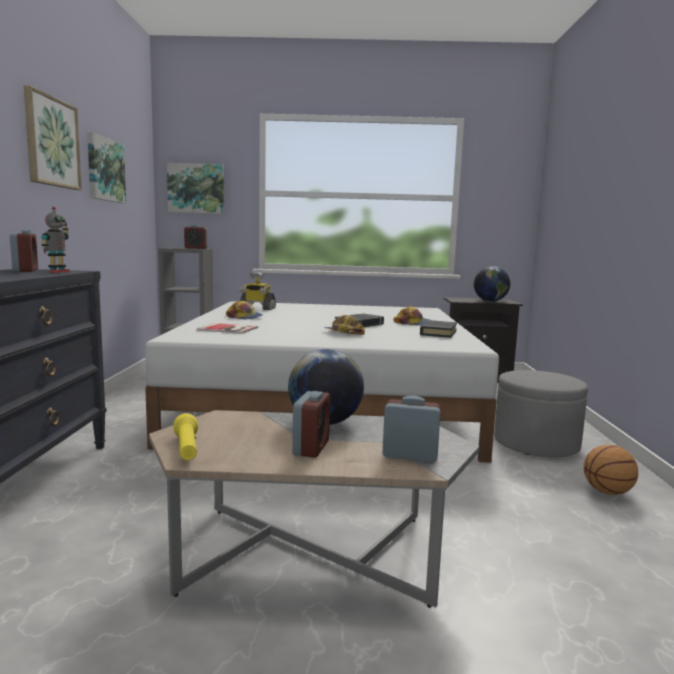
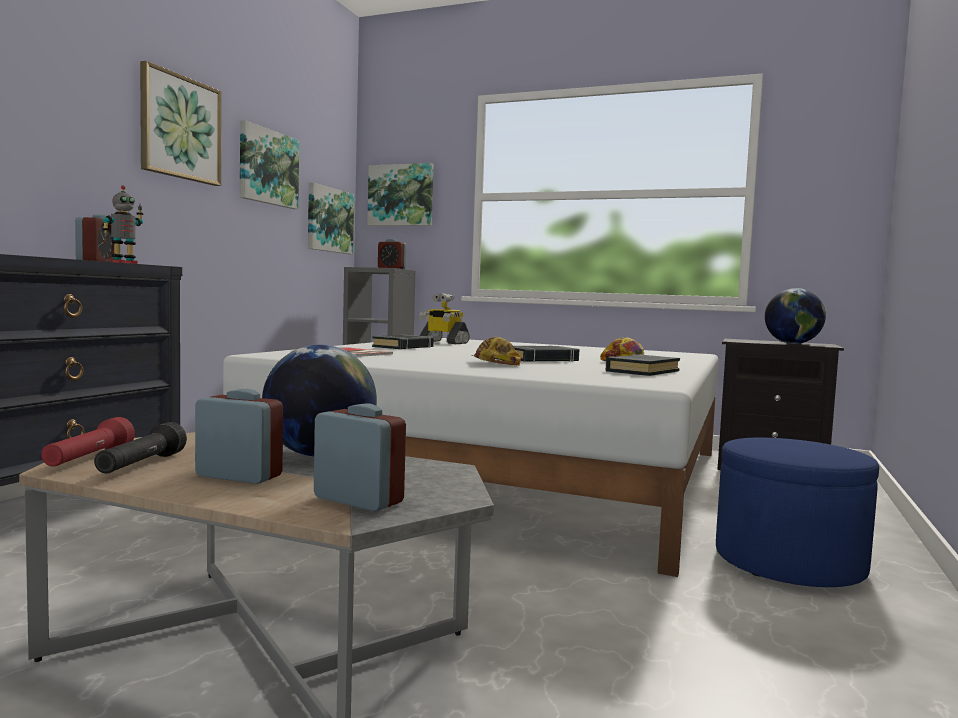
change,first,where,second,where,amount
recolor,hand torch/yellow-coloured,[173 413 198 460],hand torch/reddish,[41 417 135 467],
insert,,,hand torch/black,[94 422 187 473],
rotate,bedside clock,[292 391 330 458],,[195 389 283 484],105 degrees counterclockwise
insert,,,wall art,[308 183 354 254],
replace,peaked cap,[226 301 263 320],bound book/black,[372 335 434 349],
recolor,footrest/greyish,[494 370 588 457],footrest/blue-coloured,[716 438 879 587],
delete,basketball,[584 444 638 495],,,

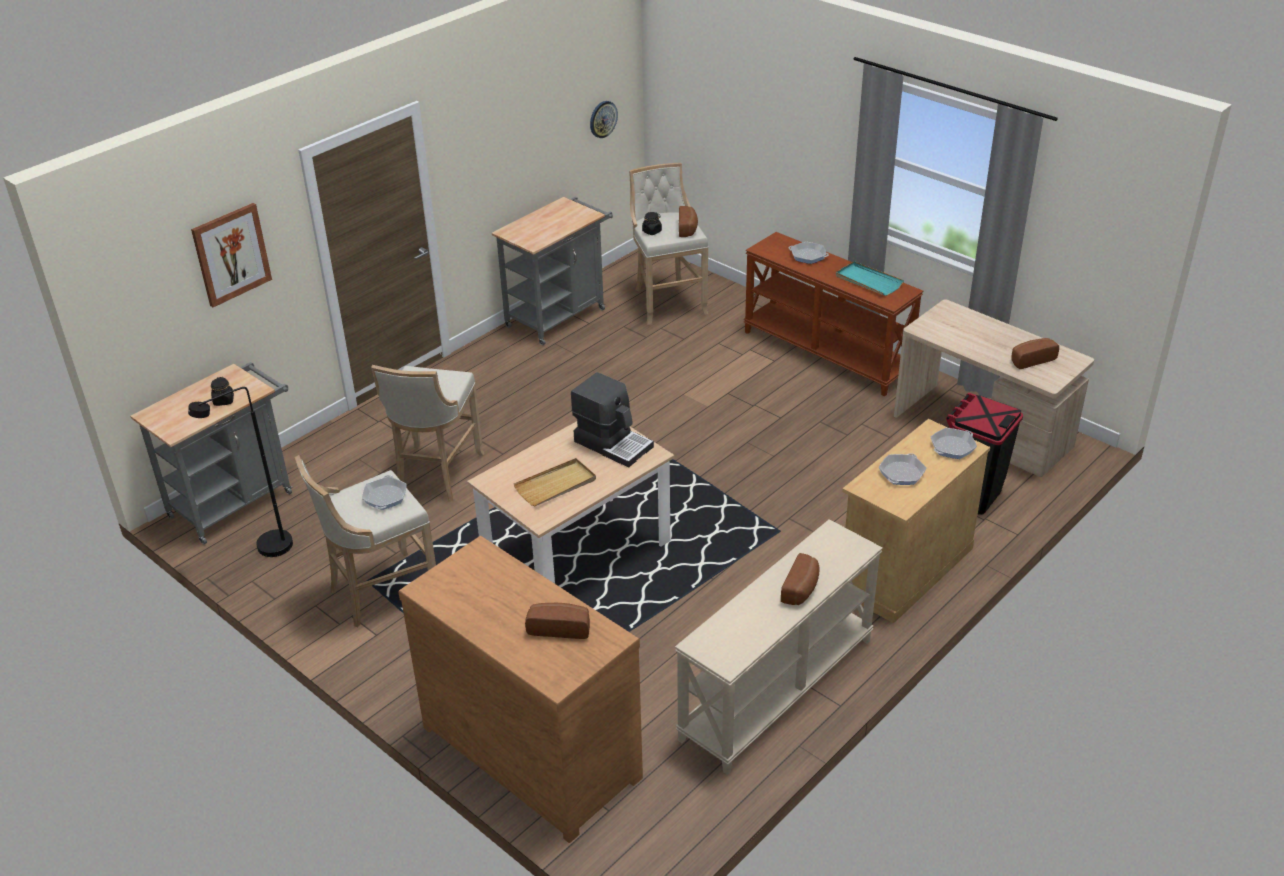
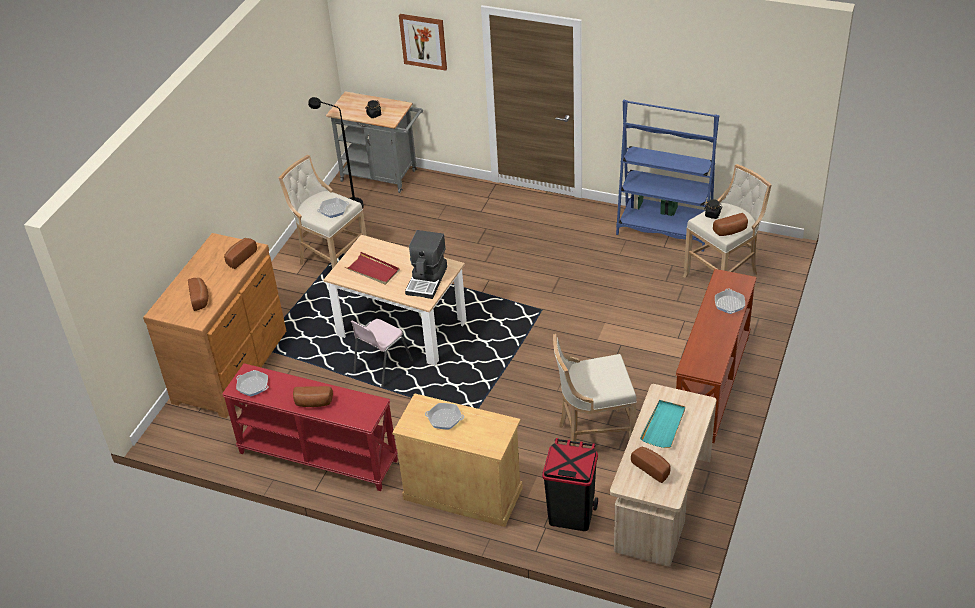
change,first,where,second,where,amount
recolor,console table/beige-coloured,[675 519 883 775],console table/reddish,[222 363 398 491],
insert,,,bakery bread,[224 238 257 269],
move,frying pan,[931 428 977 459],,[236 370 269 396],
recolor,carrying tray/beige-coloured,[514 458 596 507],carrying tray/reddish,[345 252 400 285],
insert,,,chair/pink,[351 319 413 388],
move,stool/beige-coloured,[371 365 484 502],,[553 334 637 446],
replace,trolley/greyish,[492 197 613 345],bookcase/blue-coloured,[616 99 719 252],
move,carrying tray/blue-green,[836 261 904 295],,[640 400 685 448],
delete,hanging clock,[590 101 618 138],,,

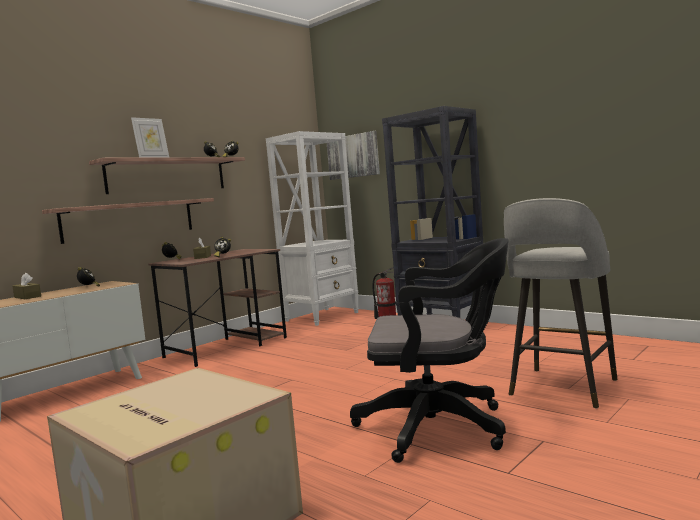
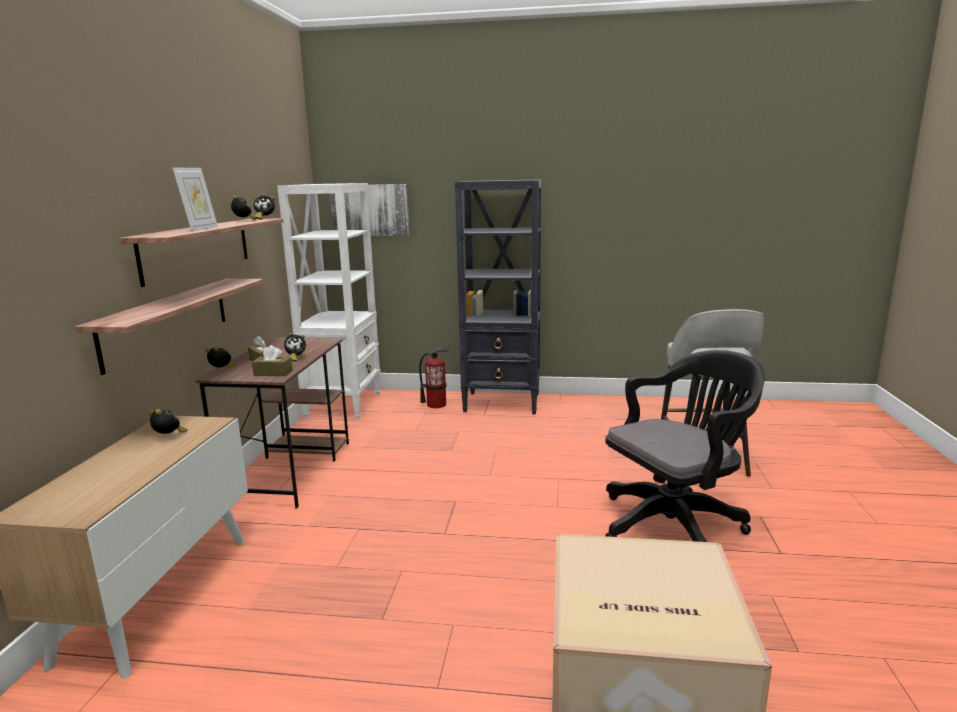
change,first,where,second,where,amount
move,box of tissues/brownish,[12 273 41 299],,[252 345 293 376],

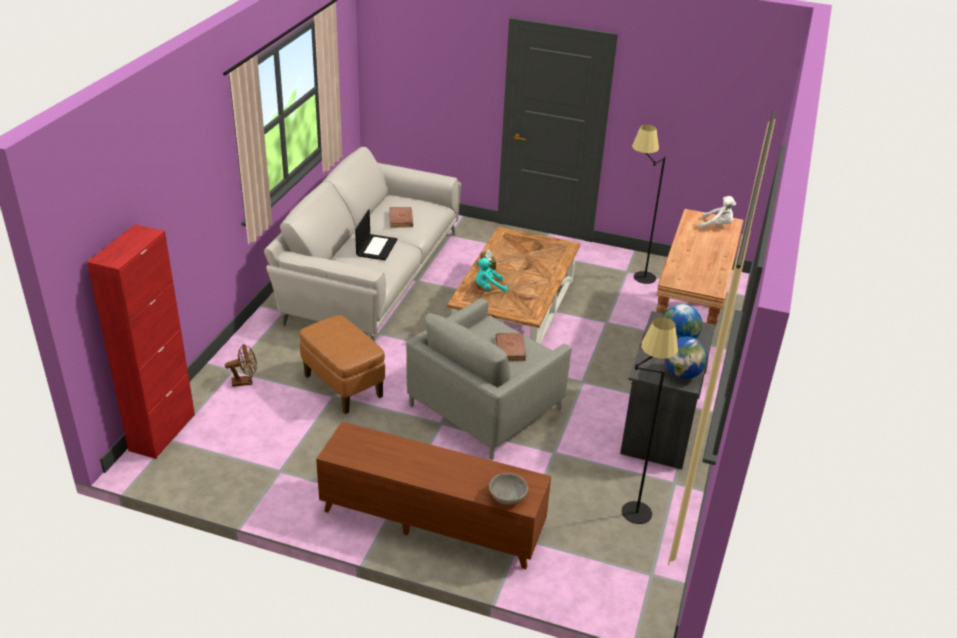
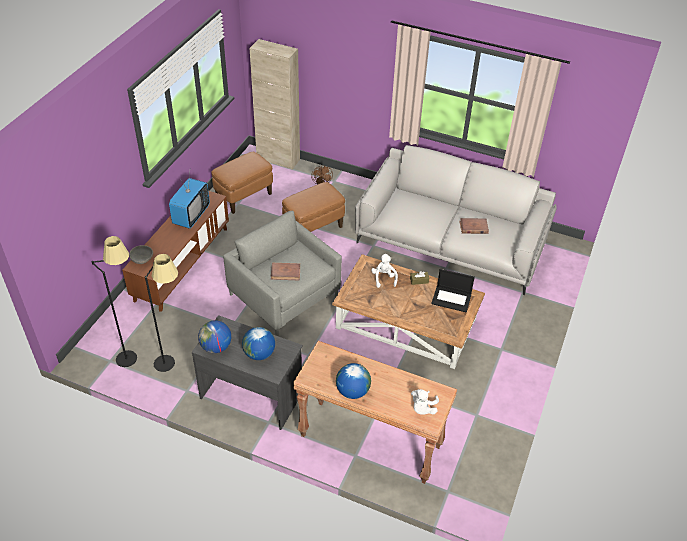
change,first,where,second,where,amount
move,floor lamp/black,[632 124 666 284],,[92 236 137 367],
insert,,,TV set,[169 173 210 229],
insert,,,footrest/brownish,[212 152 273 214],
recolor,storage cabinet/reddish,[87 224 195 459],storage cabinet/beige-coloured,[249 39 300 170],
insert,,,desk globe,[336 363 371 399],
recolor,plush toy/blue-green,[476 258 508 292],plush toy/white-coloured,[371 254 398 288],
move,laptop,[355 209 398 260],,[431 269 475 312],

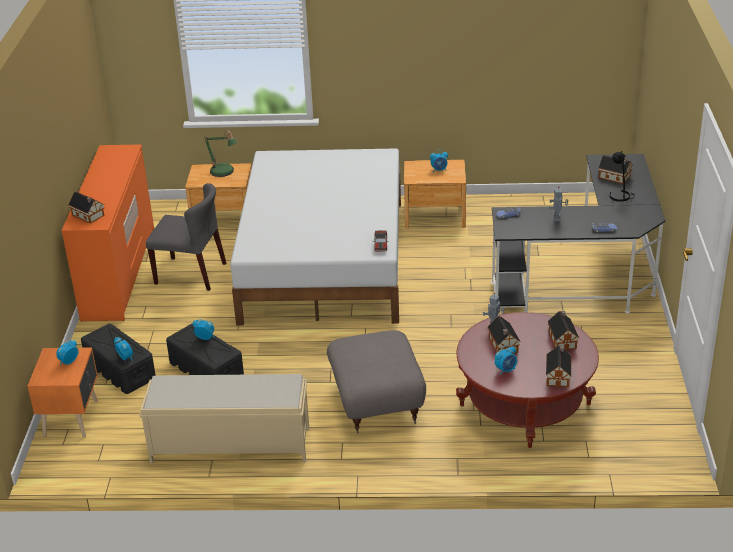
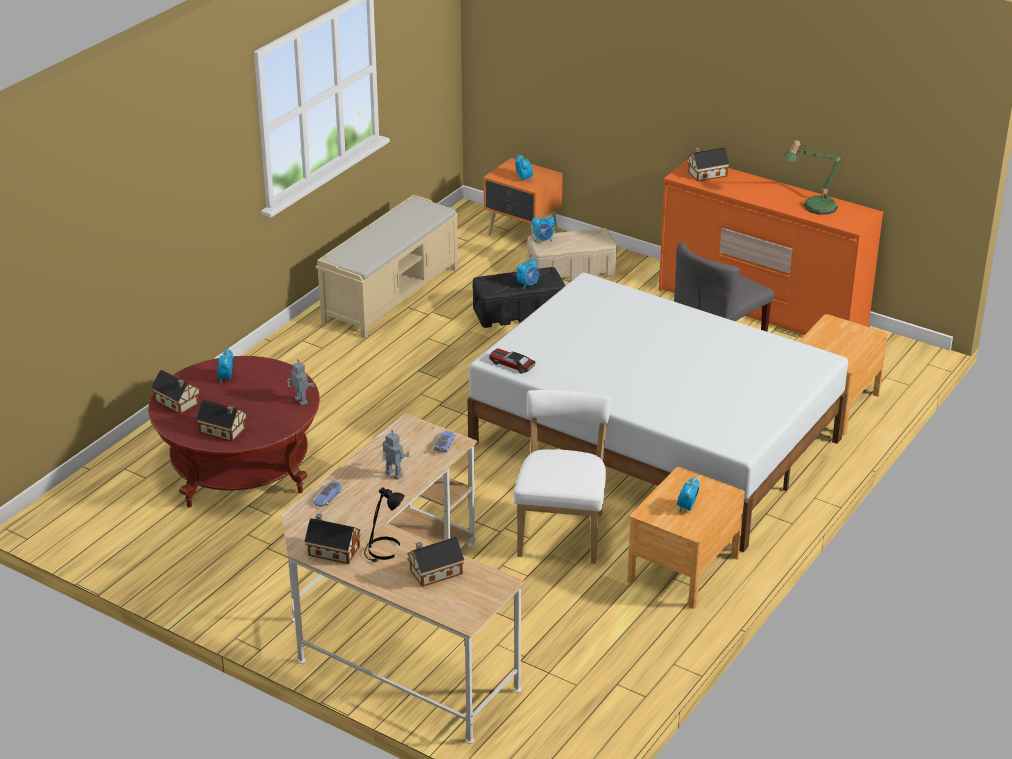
change,first,where,second,where,amount
recolor,desk unit/black,[491 154 665 315],desk unit/beige-coloured,[281 413 525 744],
move,toy house,[488 316 521 353],,[304 513 361 564],
insert,,,chair/white-coloured,[514 390 611 564],
recolor,storage bin/black,[81 324 156 394],storage bin/beige-coloured,[527 228 617 281],
move,tabletop lamp,[205 130 238 177],,[783 140 843 215],
delete,footrest/greyish,[327 330 426 434],,,

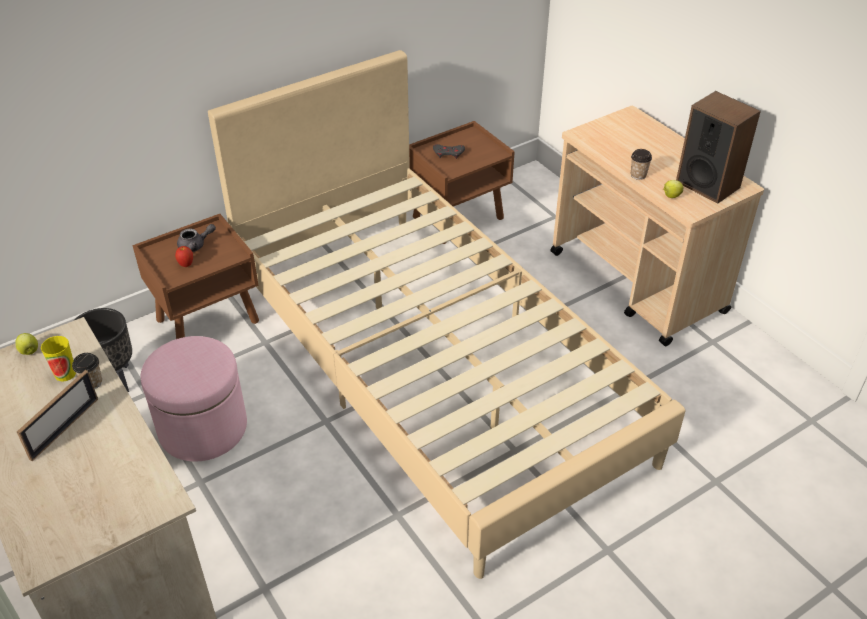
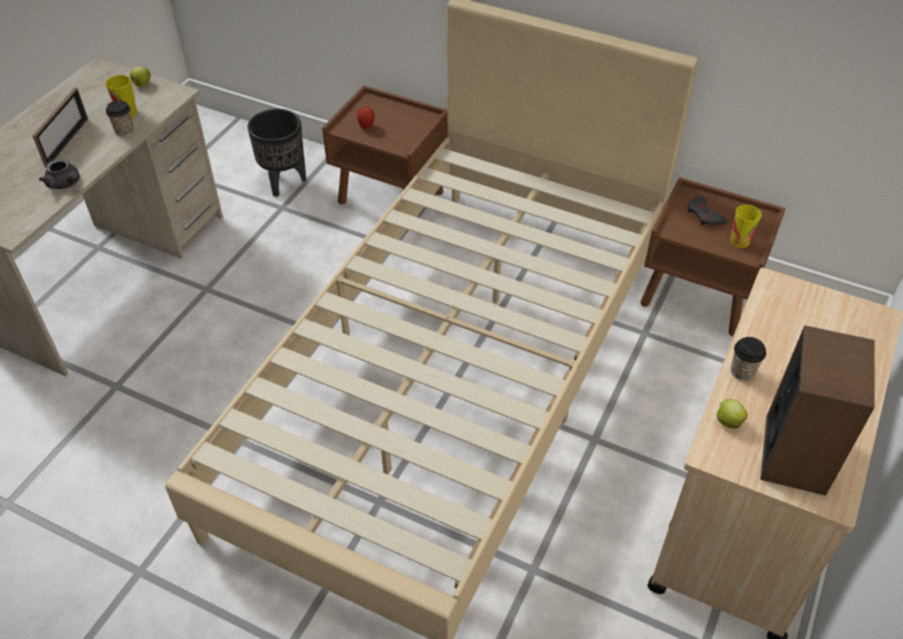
change,first,where,second,where,amount
rotate,standing frame,[17 370 98 461],,[32 88 88 167],75 degrees counterclockwise
move,teapot/greyish,[177 224 216 252],,[39 159 80 189],
insert,,,cup,[730 205 762 248],
delete,footrest/pink,[141 336 247 461],,,

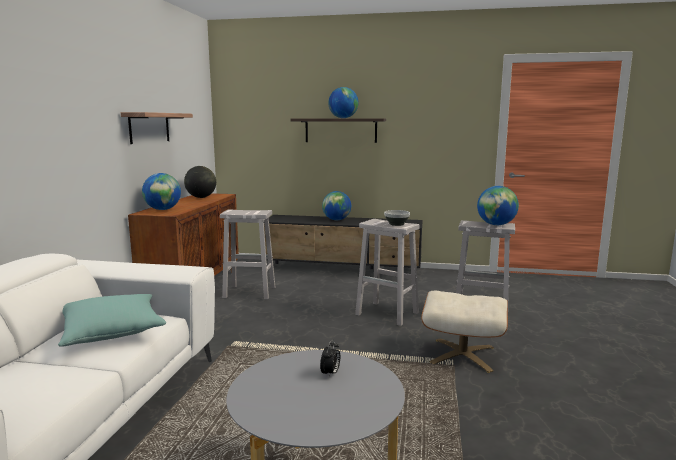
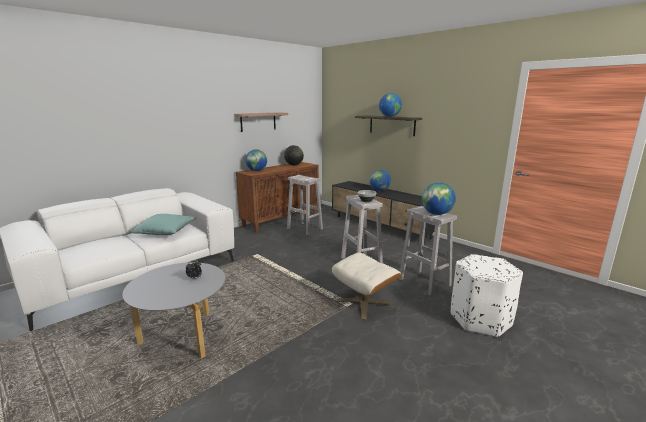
change,first,where,second,where,amount
insert,,,footrest/white-coloured,[451 254 523 337],

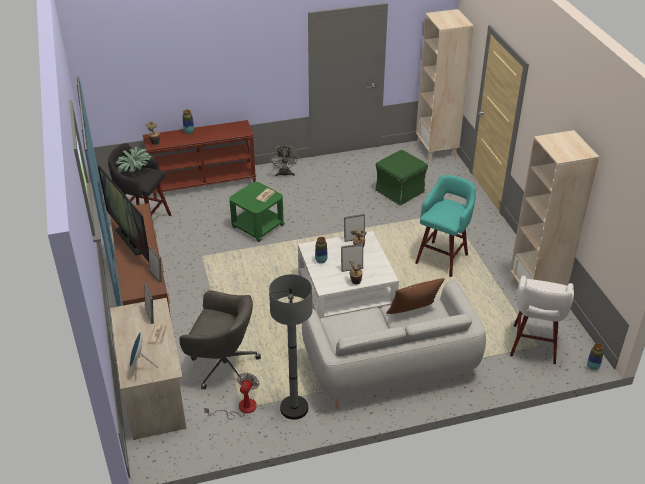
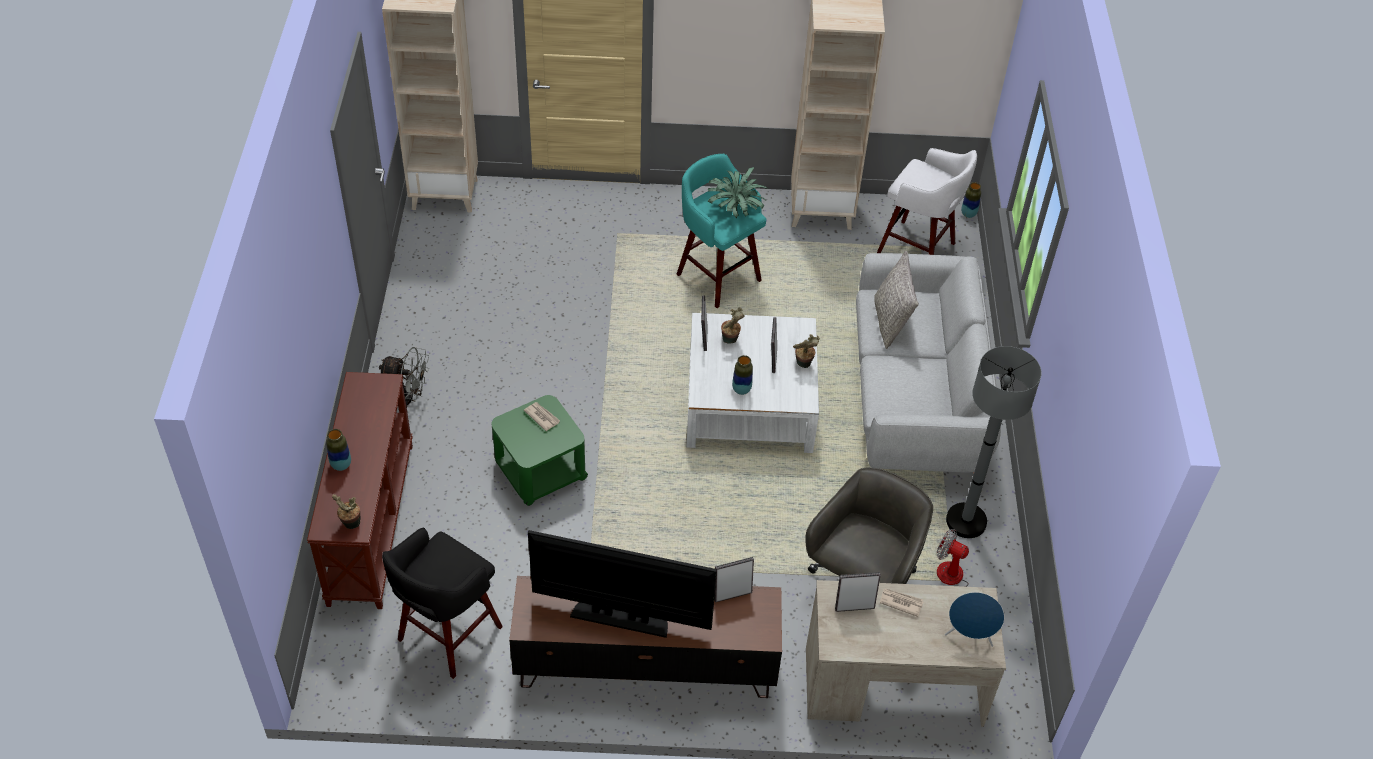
change,first,where,second,where,amount
rotate,TV set,[98 166 149 262],,[528 530 717 638],150 degrees counterclockwise
move,houseplant,[115 147 153 173],,[708 167 768 218],
recolor,throw pillow/brownish,[386 278 445 314],throw pillow/greyish,[874 251 919 349],
delete,footrest/green,[375 150 428 206],,,

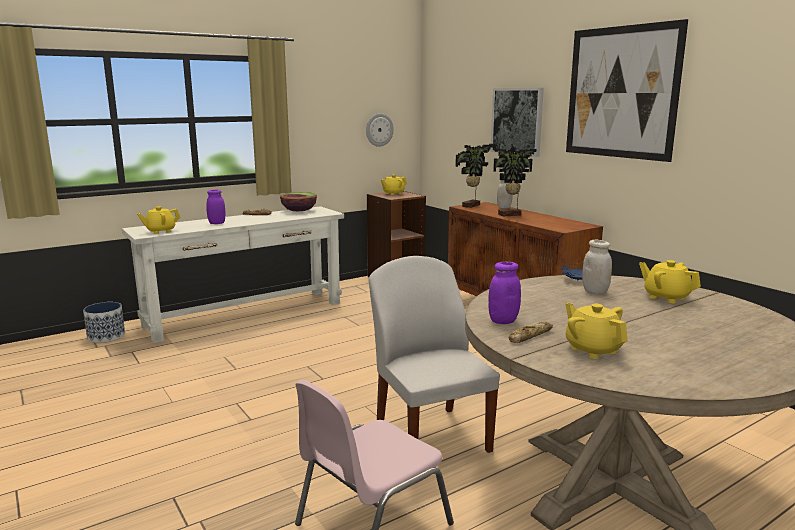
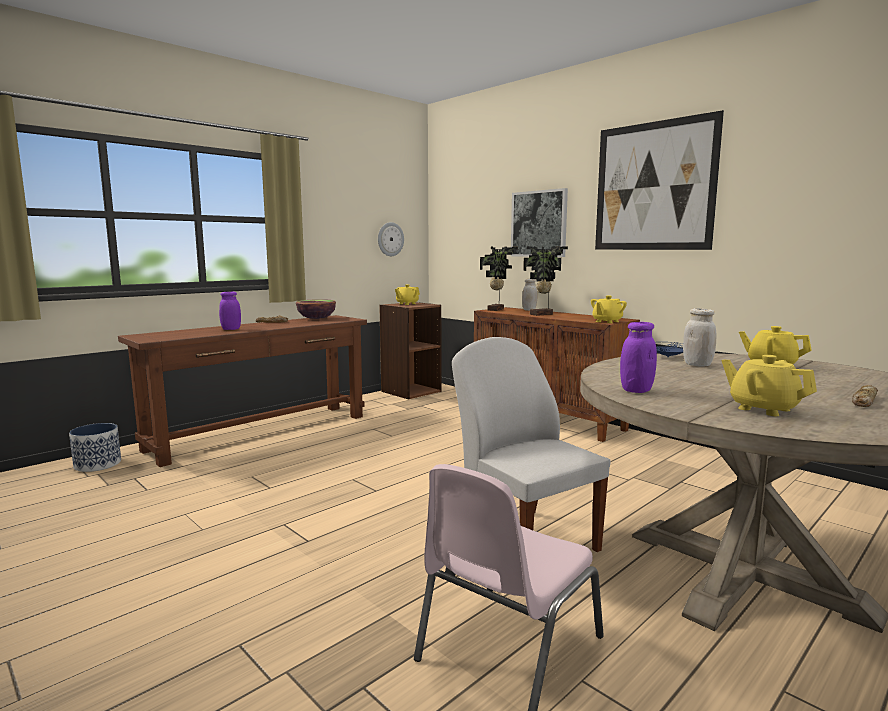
change,first,where,second,where,amount
recolor,console table/white-coloured,[122 206 344 343],console table/brownish,[118 315 367 467],
move,teapot/yellow-coloured,[137 206 180 234],,[591 296 627 323],
move,bakery bread,[509 321 553 343],,[852 385 878 407],

